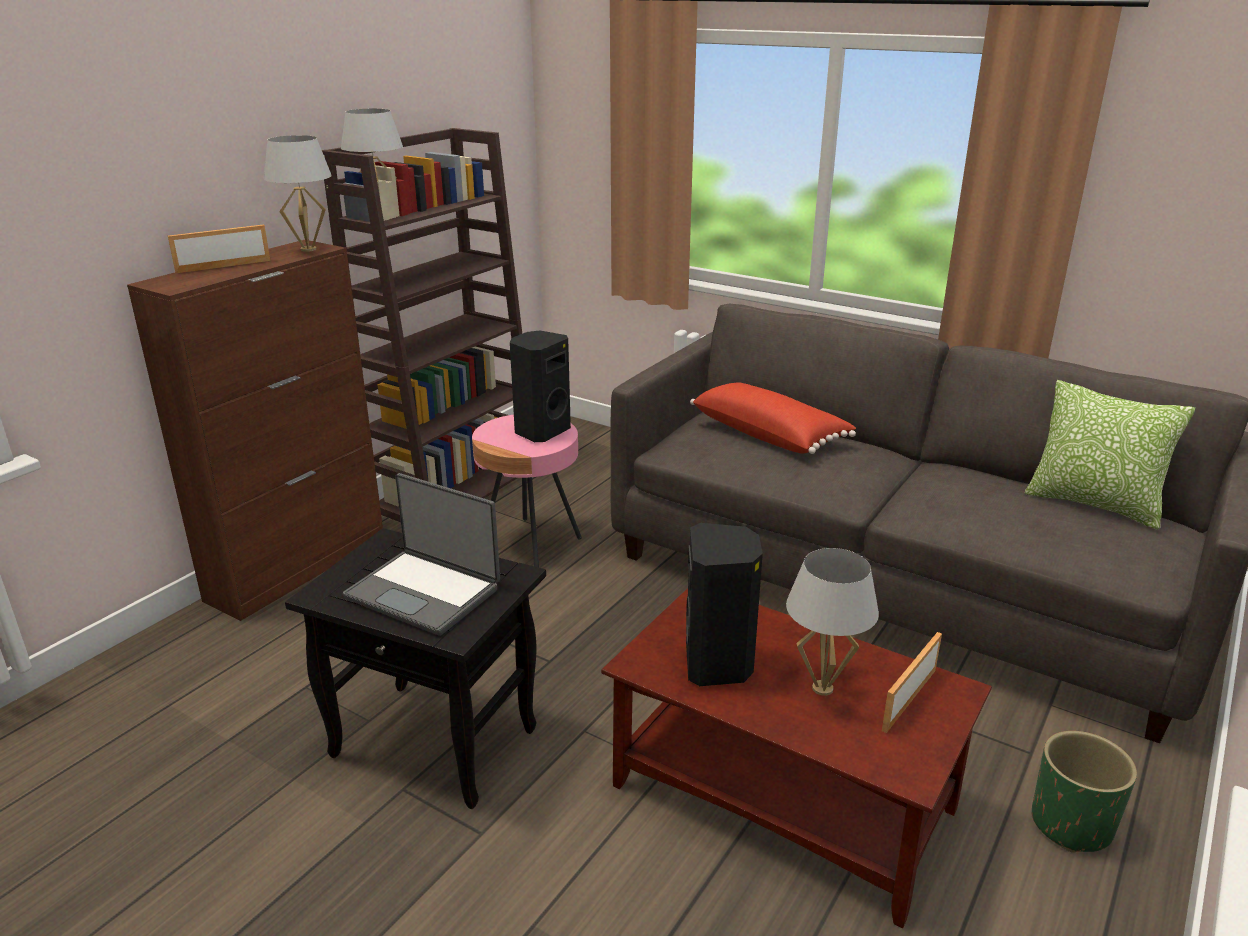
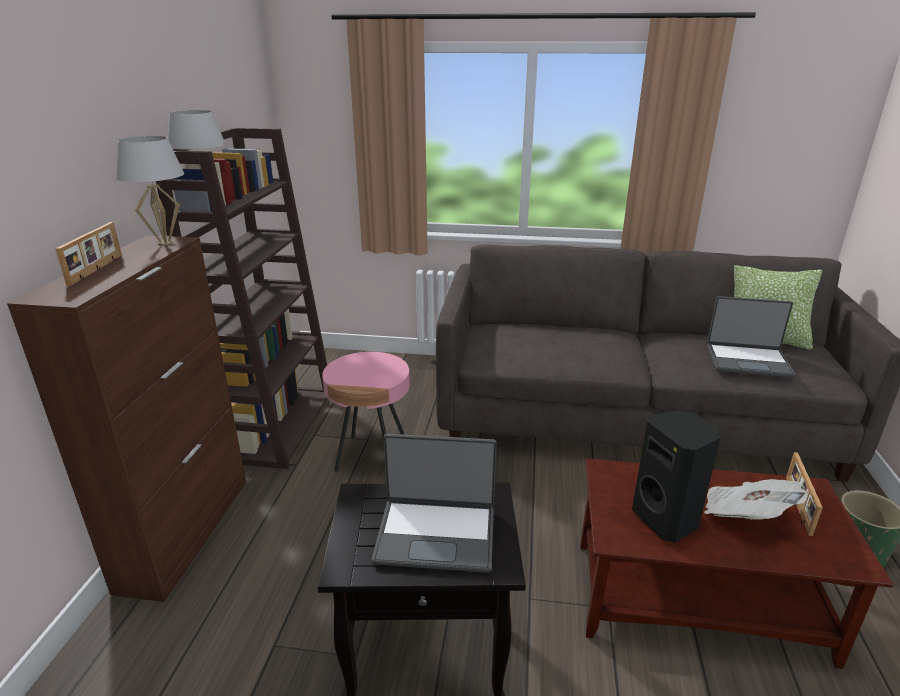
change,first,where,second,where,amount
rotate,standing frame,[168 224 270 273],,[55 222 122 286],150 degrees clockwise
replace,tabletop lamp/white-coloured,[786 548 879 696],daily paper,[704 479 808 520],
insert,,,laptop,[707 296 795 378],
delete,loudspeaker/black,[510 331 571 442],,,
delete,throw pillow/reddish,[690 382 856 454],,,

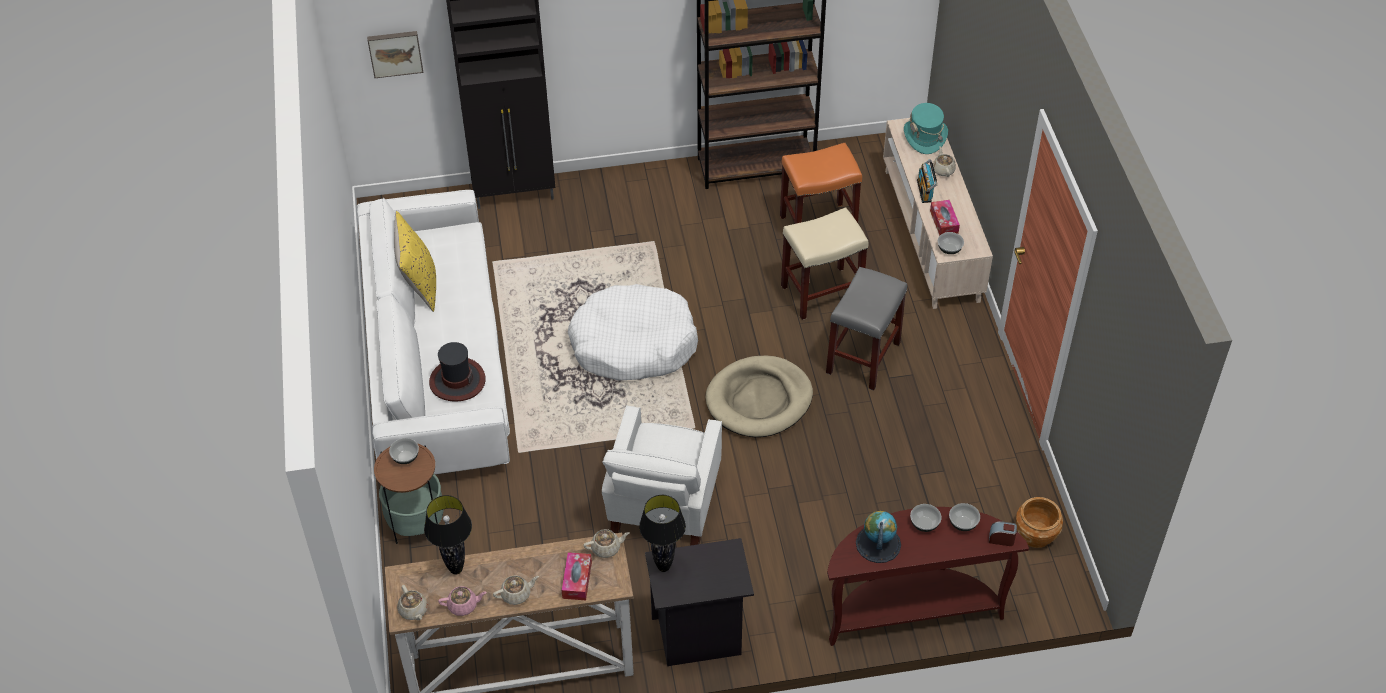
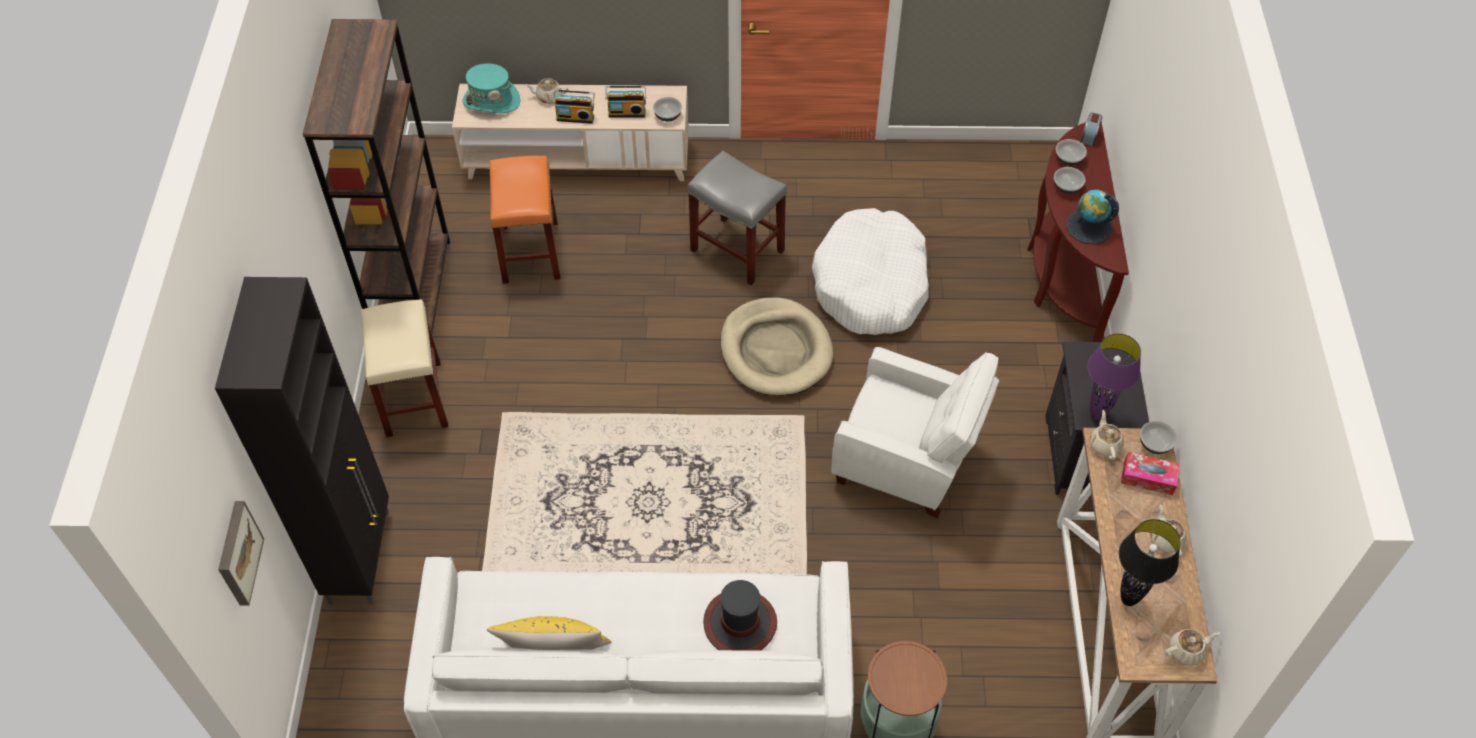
change,first,where,second,where,amount
move,stool/beige-coloured,[781 207 869 320],,[360 299 449 438],
replace,box of tissues,[930 200 960 236],radio receiver,[605 86 647 118],
move,pet bed/white-coloured,[568 284 698 381],,[812 208 929 335],
recolor,tabletop lamp/black,[639 495 686 572],tabletop lamp/purplish,[1087 333 1141 420],
move,deep dish,[389 438 419 464],,[1140 421 1177 454],
delete,teapot/pink,[438 586 487 616],,,
delete,flower pot/brownish,[1016 497 1063 548],,,

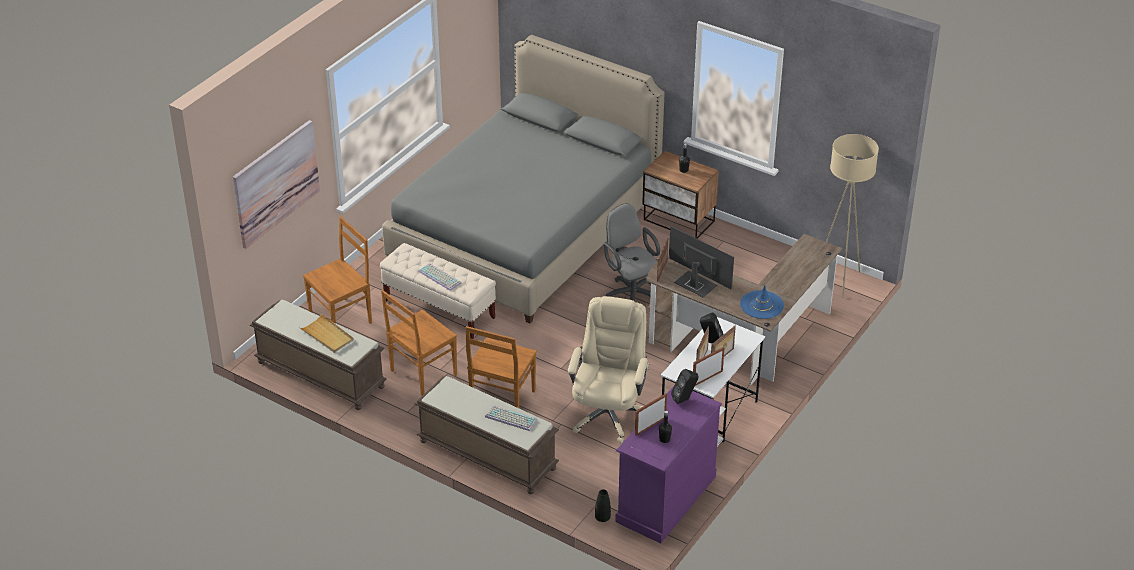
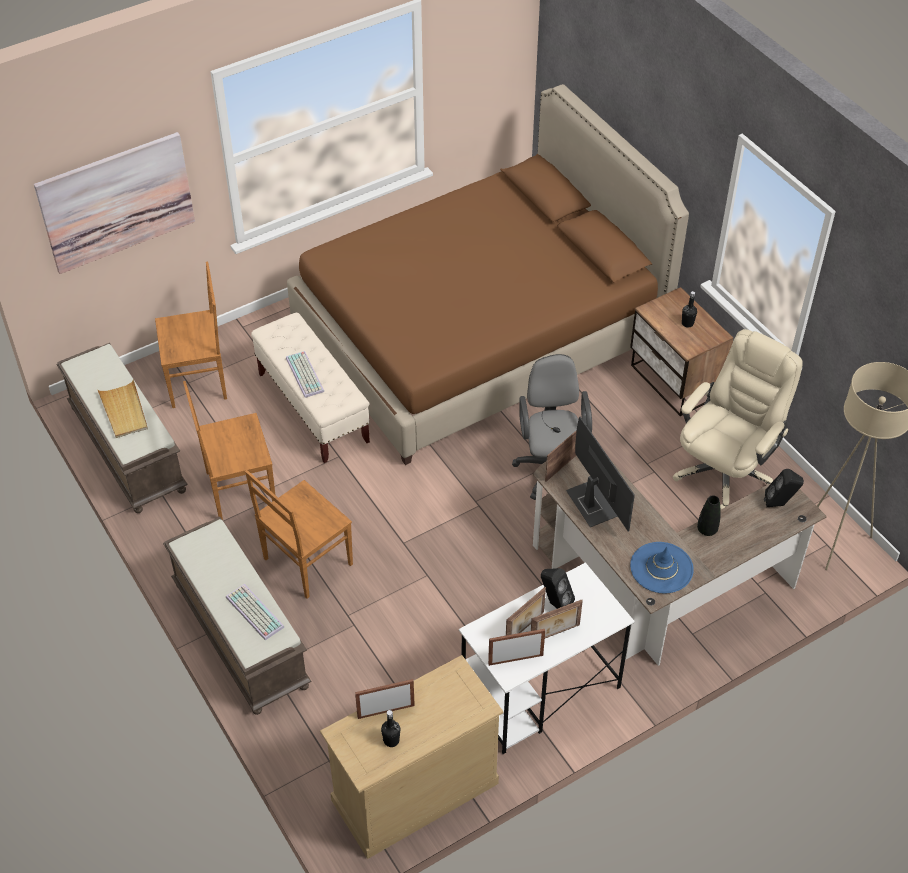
change,first,where,second,where,amount
recolor,bedroom bed/greyish,[382 35 665 323],bedroom bed/brownish,[287 84 689 465],
recolor,drawer chest/purplish,[615 386 722 544],drawer chest/beige-coloured,[320 655 503 859],
move,office chair/beige-coloured,[568 296 649 444],,[673 329 803 510],
move,vase/black,[595 489 611 522],,[697 495 721 536],
move,loudspeaker/black,[671 369 699 404],,[764 469 804 507],

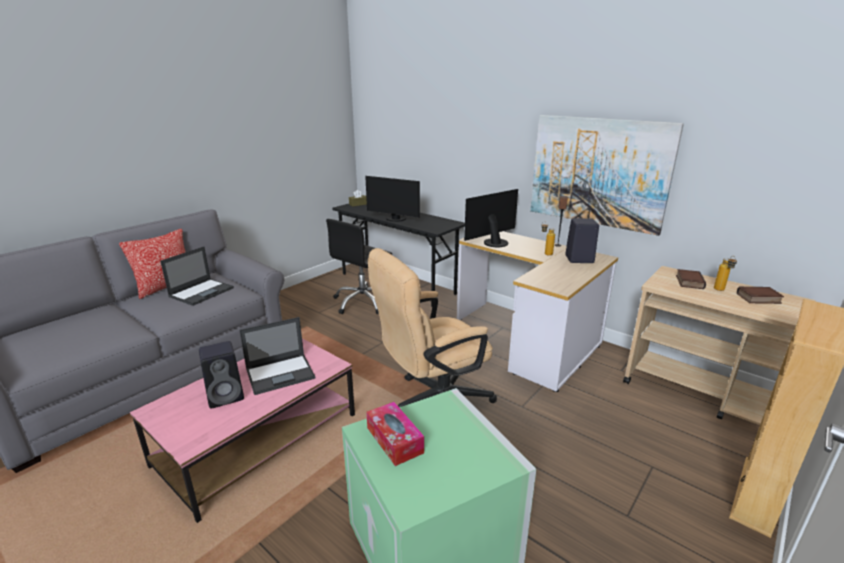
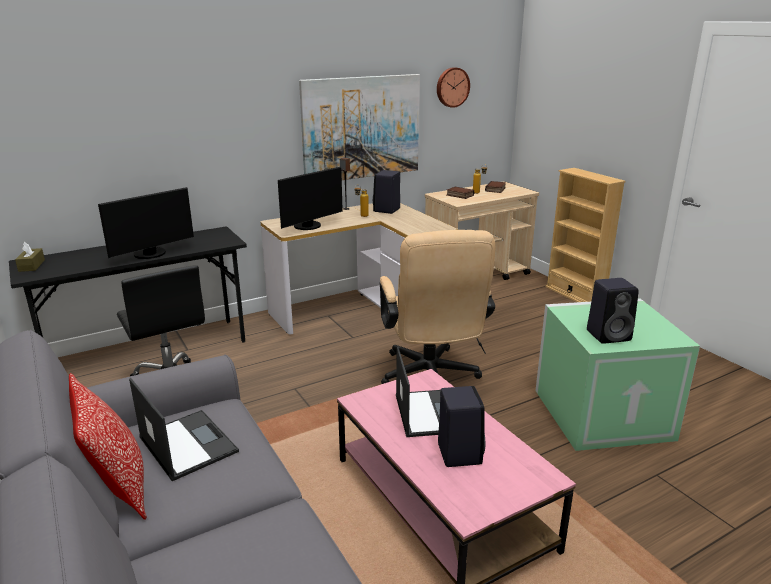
change,first,where,second,where,amount
rotate,computer display,[464 189 518 247],,[278 167 343 230],120 degrees counterclockwise
insert,,,hanging clock,[437 67 470 108],
replace,box of tissues,[366 402 424 466],loudspeaker/black,[587 278 639 344],

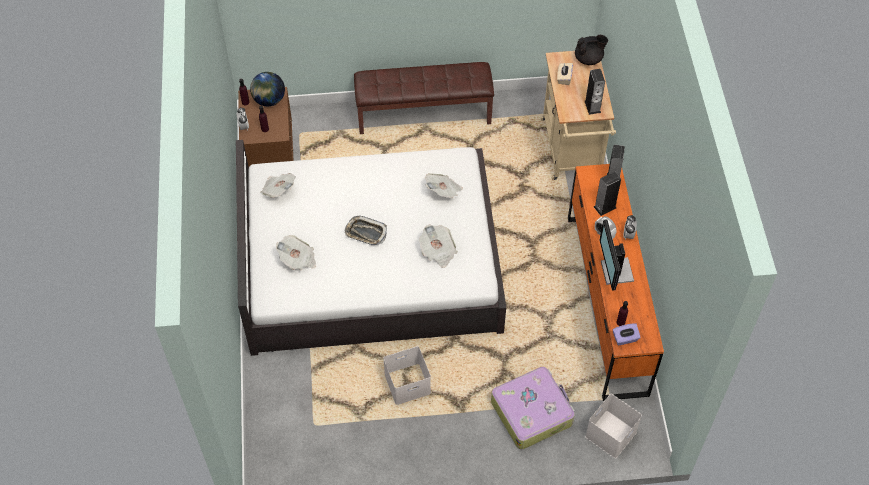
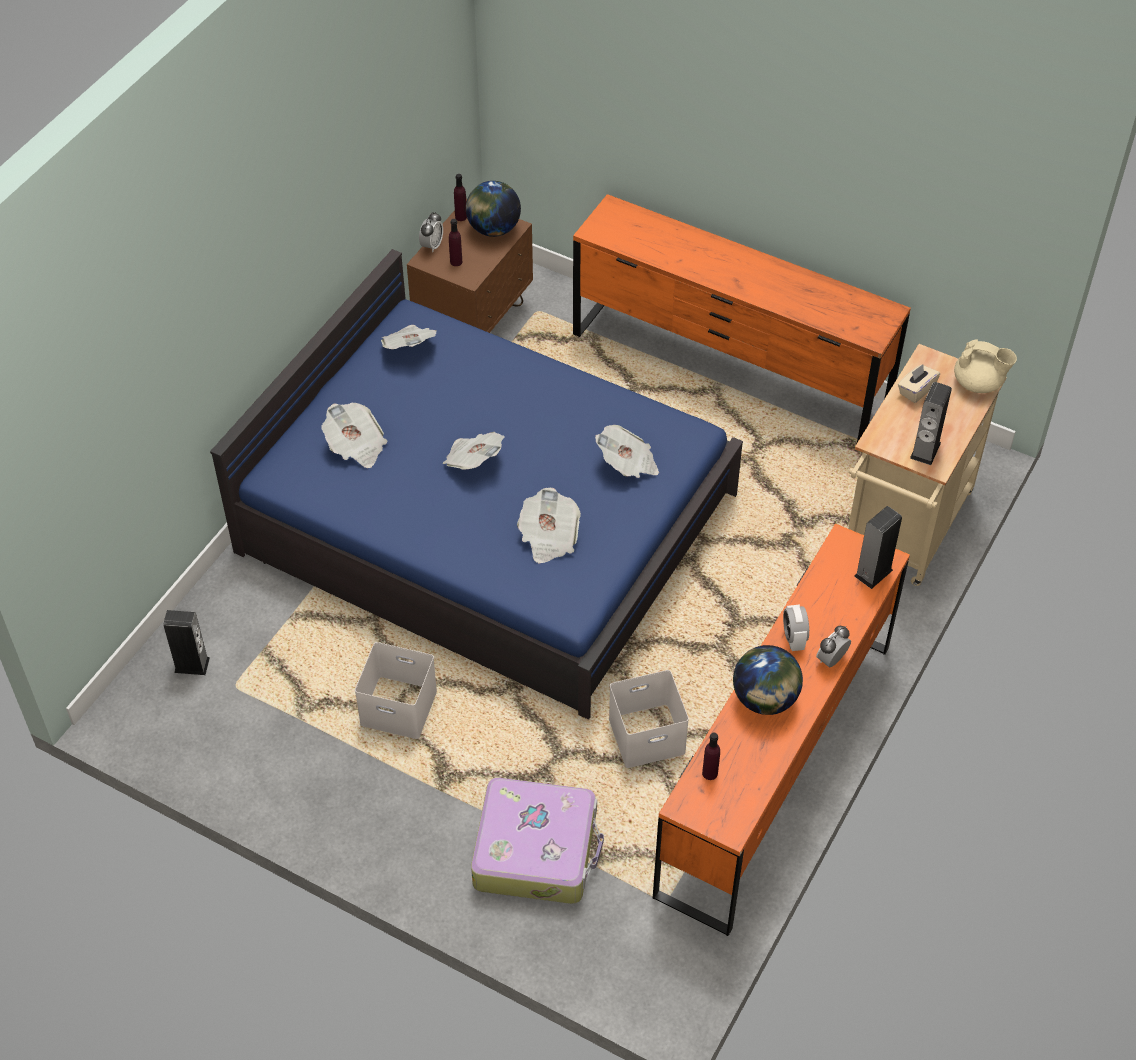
change,first,where,second,where,amount
move,loudspeaker,[594 172 621 216],,[163 610 210 675],
recolor,bedroom bed/white-coloured,[236 140 506 356],bedroom bed/blue-coloured,[210 249 743 720],
replace,carrying tray,[344 216 387 245],daily paper,[443 432 504 470],
replace,indoor bench/brownish,[354 62 494 134],drawer chest/orange-coloured,[573 194 911 443],
move,storage bin/white-coloured,[585 394 642 459],,[609 670 689 768],
replace,computer display,[600 219 634 291],desk globe,[733 645 803 715],
recolor,teapot/black,[575 35 608 65],teapot/beige-coloured,[954 339 1017 393],
delete,box of tissues/purplish,[613 323 641 346],,,

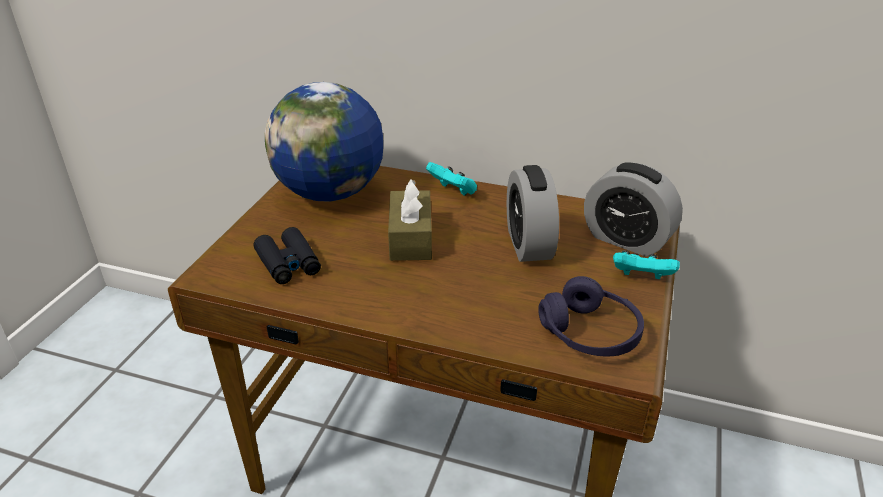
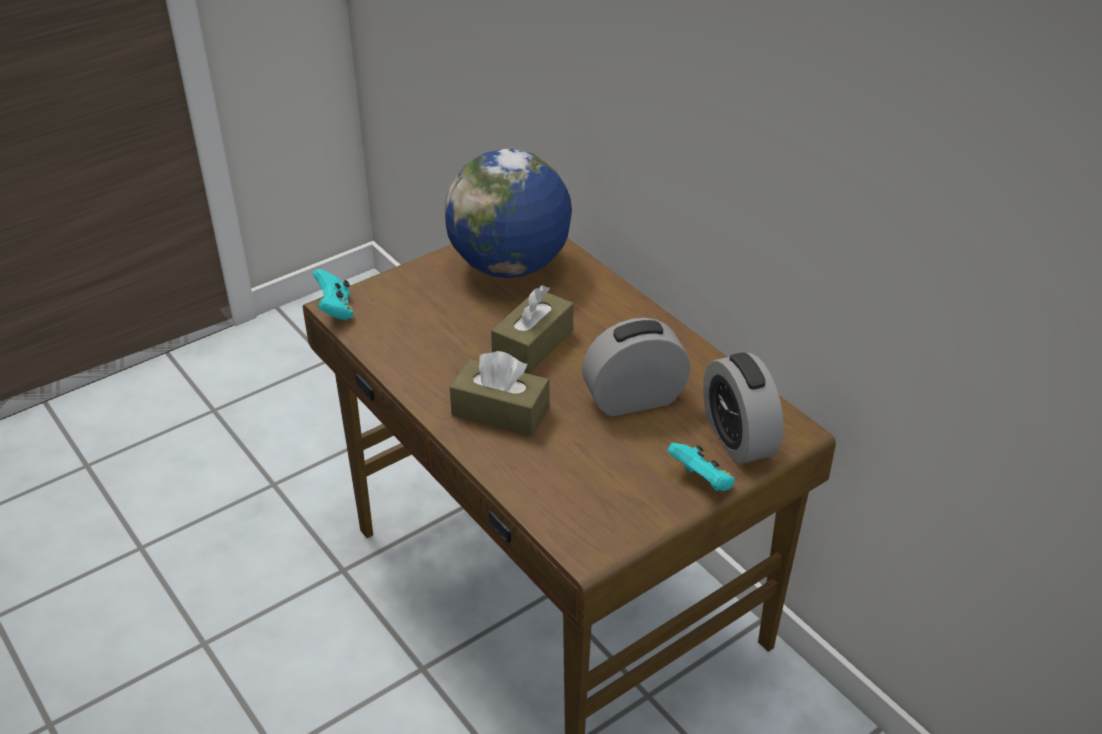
change,first,where,second,where,amount
move,game controller/blue-green,[426 162 477 195],,[313 269 353 320],
insert,,,box of tissues/brownish,[450 351 549 437],
rotate,bedside clock,[507 165 559 262],,[582 318 690 417],45 degrees clockwise
delete,field glasses/black,[254 227 321 284],,,
delete,pair of headphones/purplish,[538 276 644 357],,,

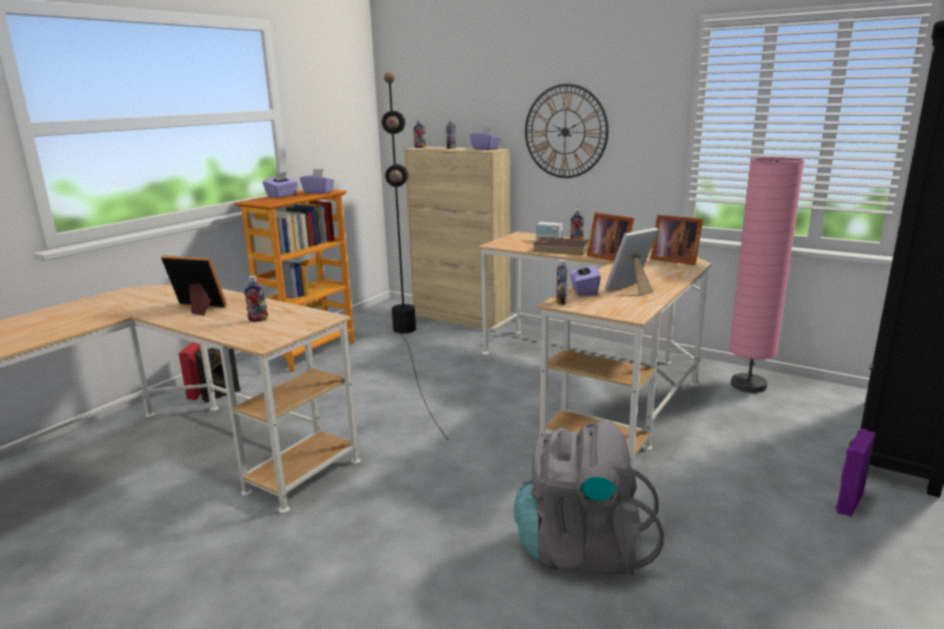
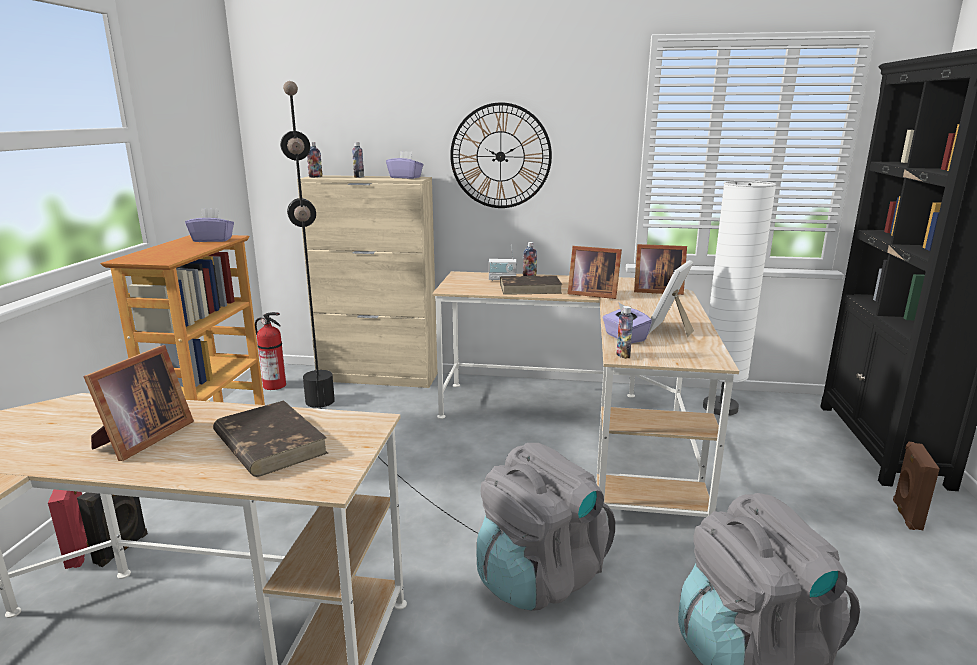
change,first,where,second,where,amount
rotate,standing frame,[161 256 227 316],,[84 345 194 461],120 degrees clockwise
replace,bottle,[244 276 268 322],bound book/brownish,[213 400 328 477],
insert,,,extinguisher,[255 312 286 390],
insert,,,rucksack/greyish,[477 443 615 611],
recolor,floor lamp/pink,[729 157 804 393],floor lamp/white-coloured,[703 180 776 416],
recolor,loudspeaker/purplish,[836 428 876 517],loudspeaker/brownish,[893 442 940 530],
delete,box of tissues/purplish,[263 172 298 198],,,

